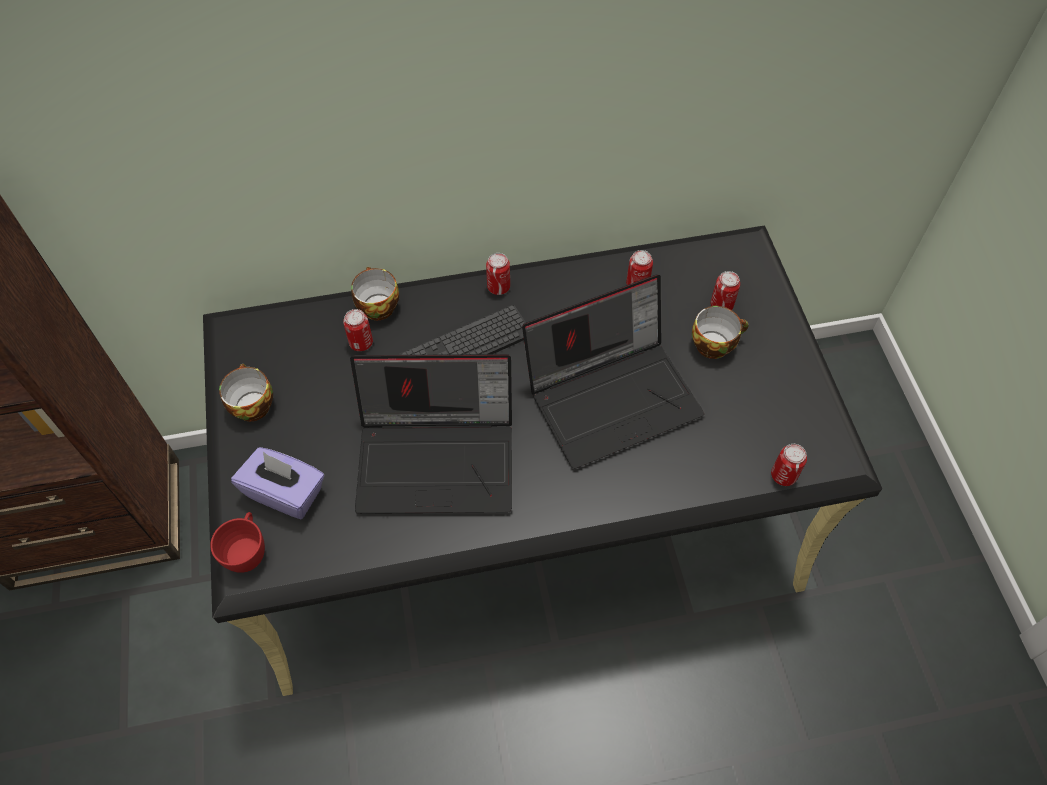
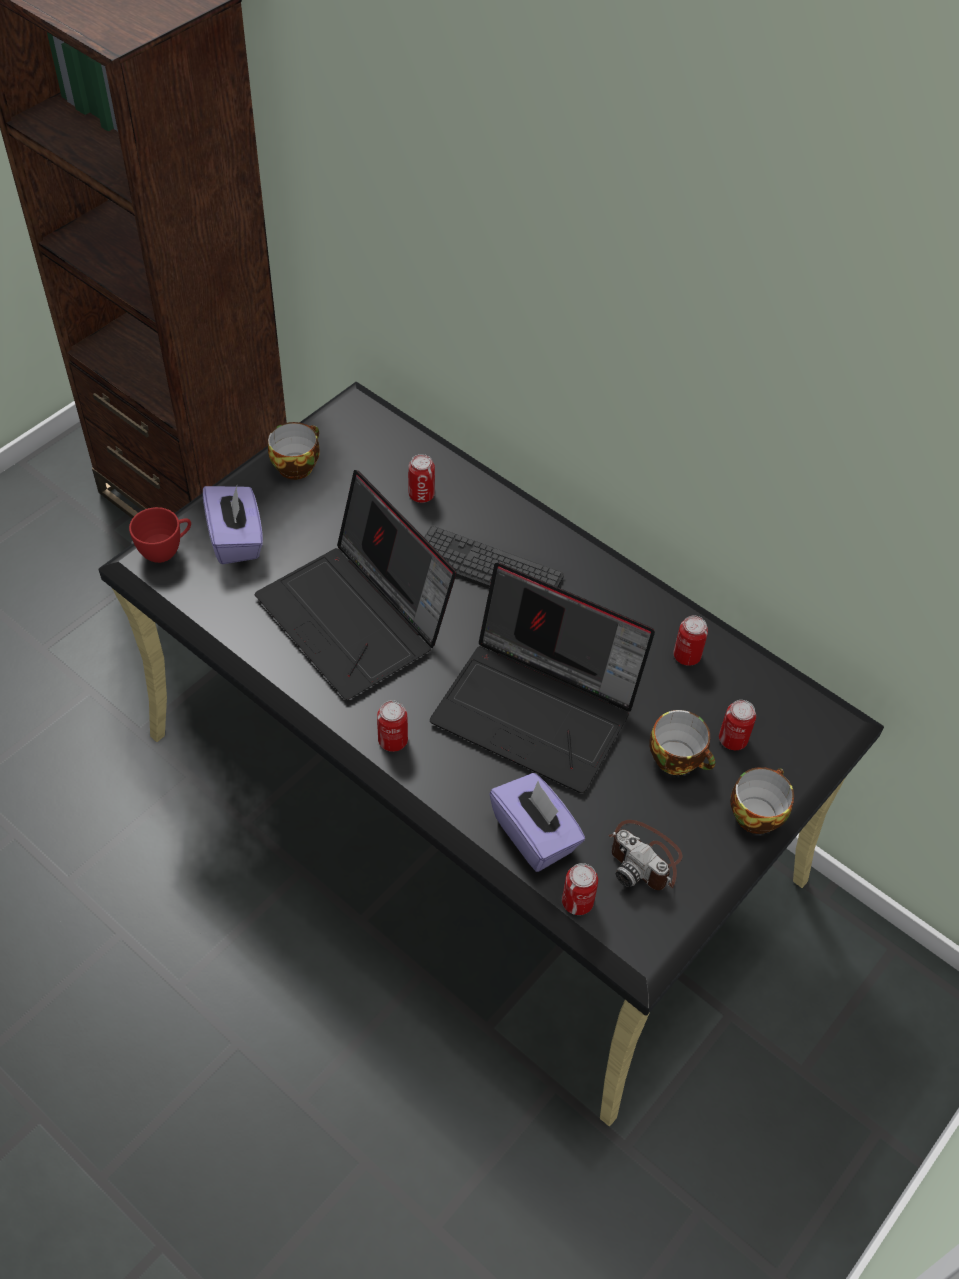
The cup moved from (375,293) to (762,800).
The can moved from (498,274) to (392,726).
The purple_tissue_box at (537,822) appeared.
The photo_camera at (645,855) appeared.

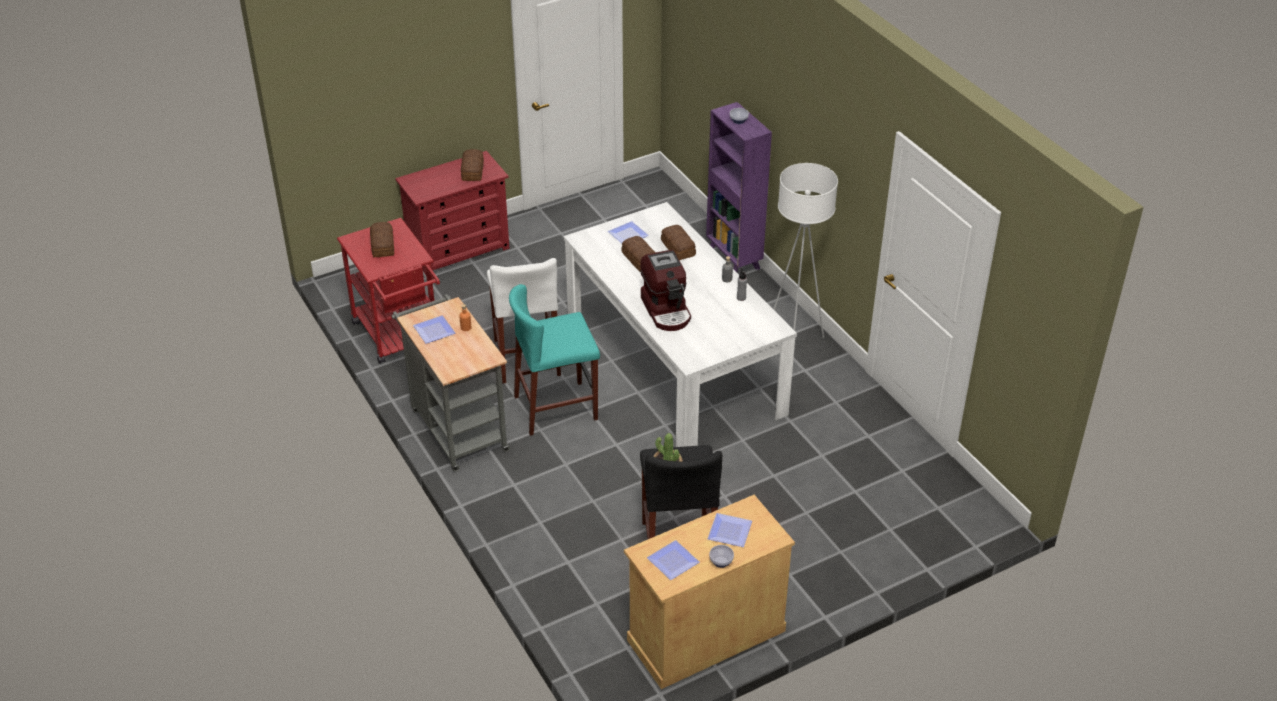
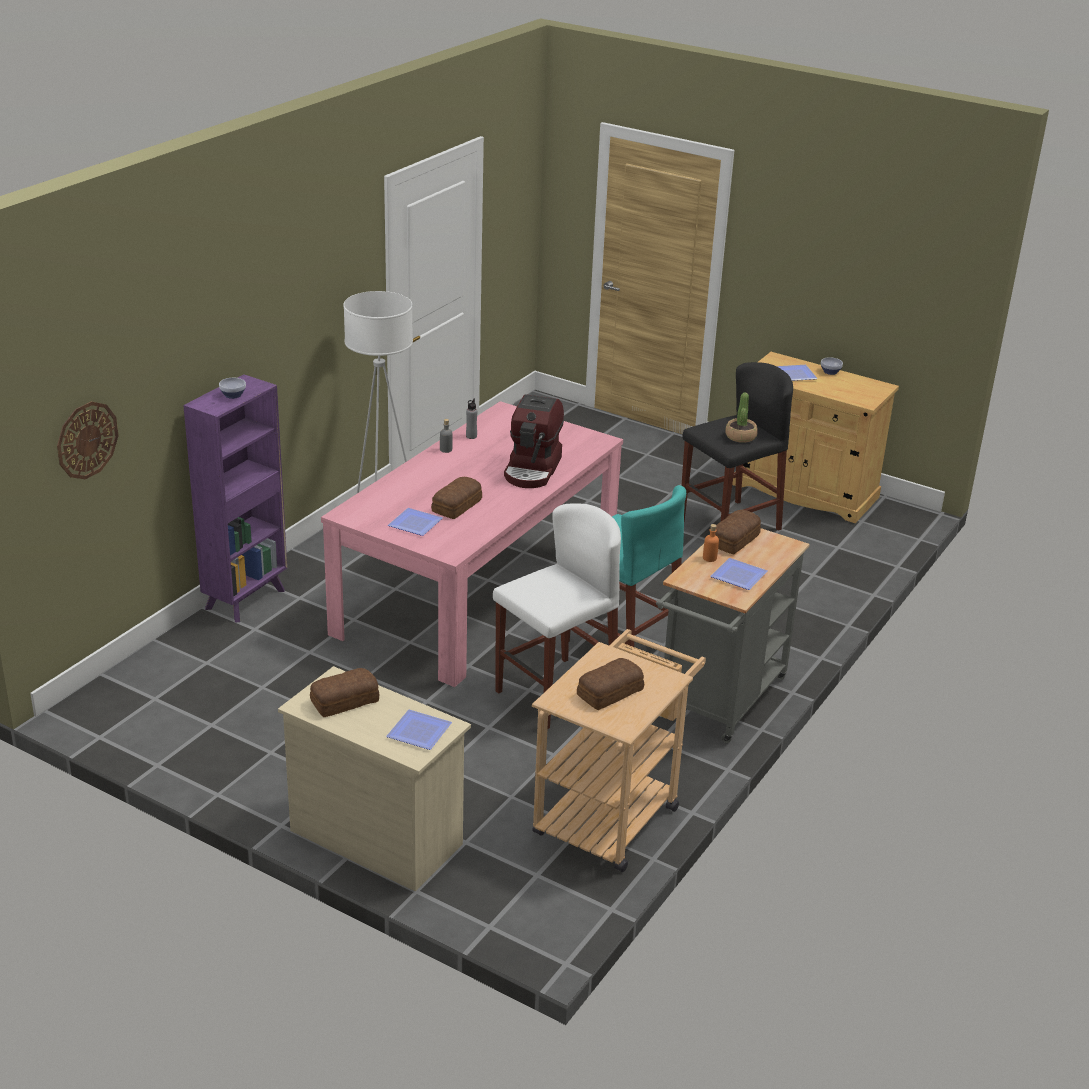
The red_cart at (388,290) became the beige_cart at (619,750).
The red_dresser at (452,213) became the beige_dresser at (374,779).
The white_dining_table at (680,324) became the pink_dining_table at (472,544).
The coffee_machine at (665,290) turned 150 degrees clockwise.
The plate moved from (673,560) to (419,730).
The bread moved from (678,242) to (738,532).
The wall_clock at (87,440) appeared.

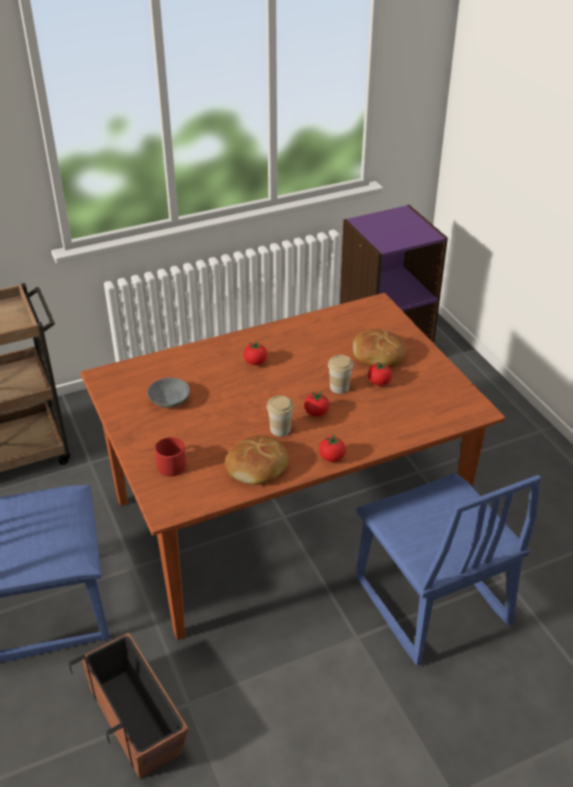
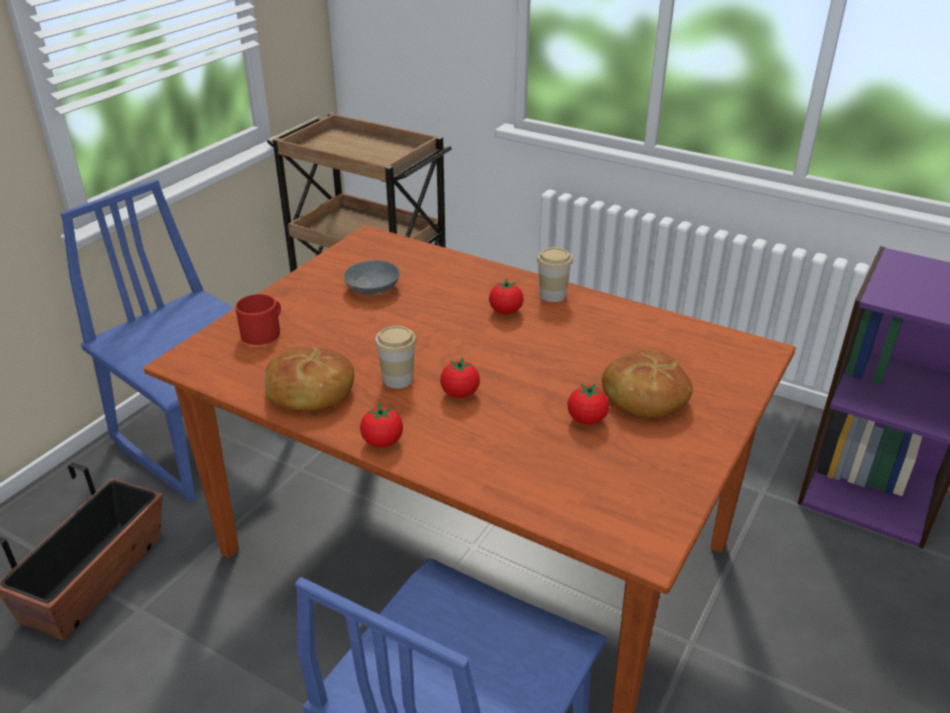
The cup moved from (341,374) to (555,274).

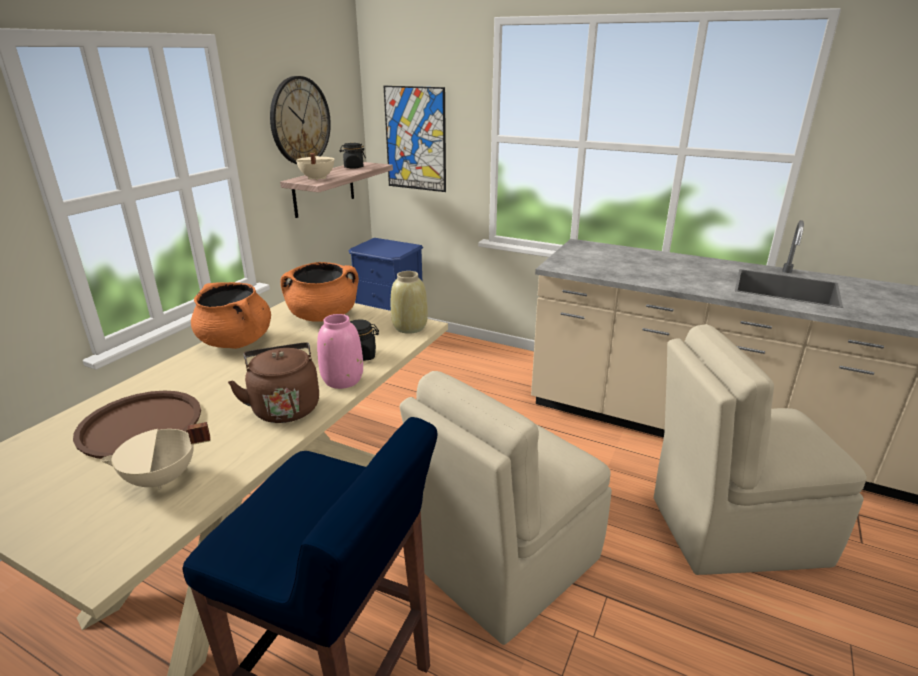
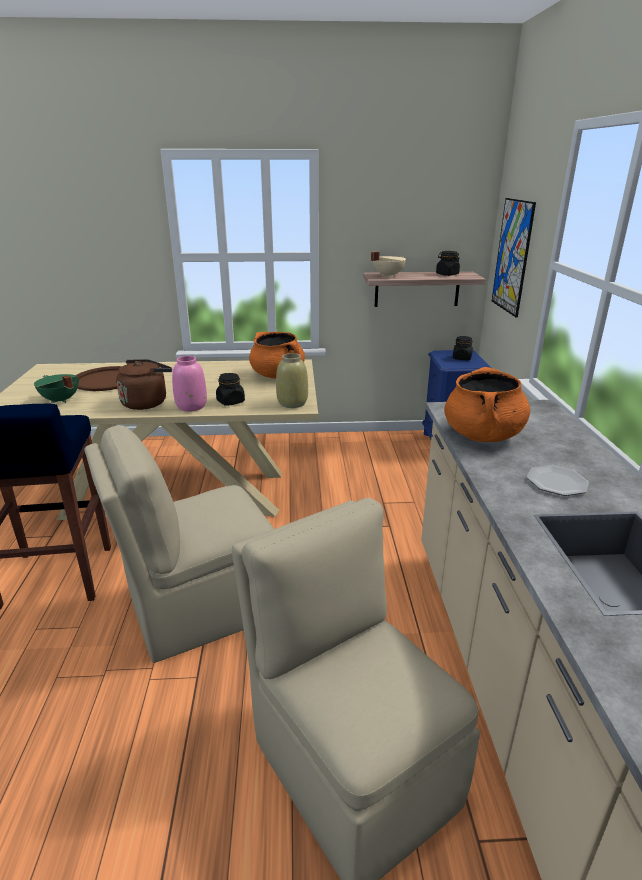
The beige_cooking_pot at (155,456) became the green_cooking_pot at (56,388).
The orange_cooking_pot moved from (231,315) to (487,404).
The wall_clock at (300,120) disappeared.
The beige_chair at (506,508) turned 45 degrees counterclockwise.
The black_jar at (463,348) appeared.
The plate at (558,480) appeared.

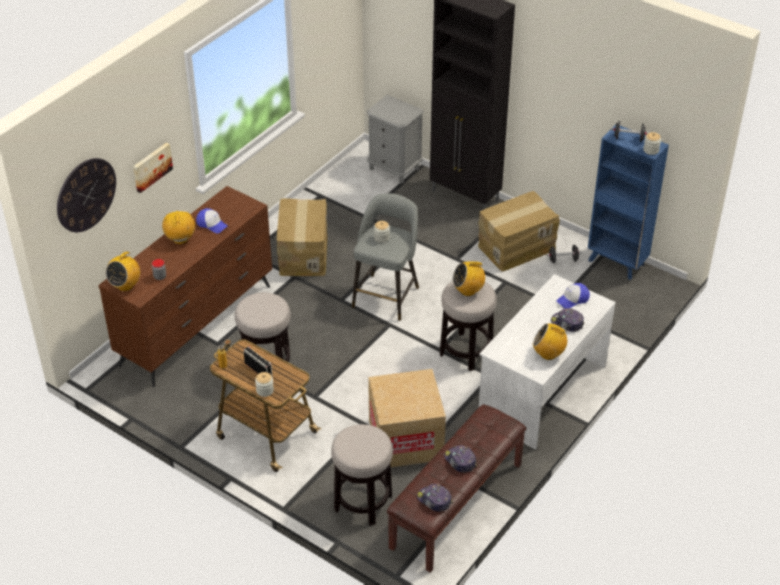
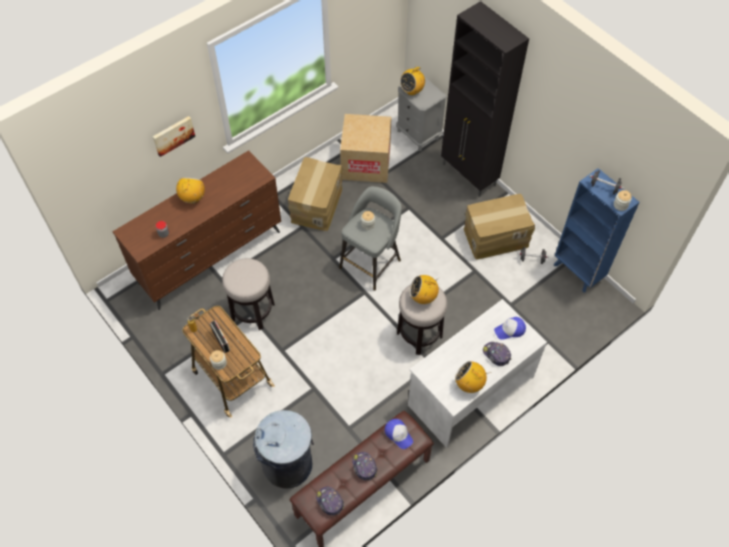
The wall_clock at (86,195) disappeared.
The radio moved from (123,271) to (412,81).
The cap moved from (212,220) to (399,434).
The stool at (362,475) was replaced by the grey_trash_can at (283,449).
The cardboard_box moved from (407,418) to (366,148).

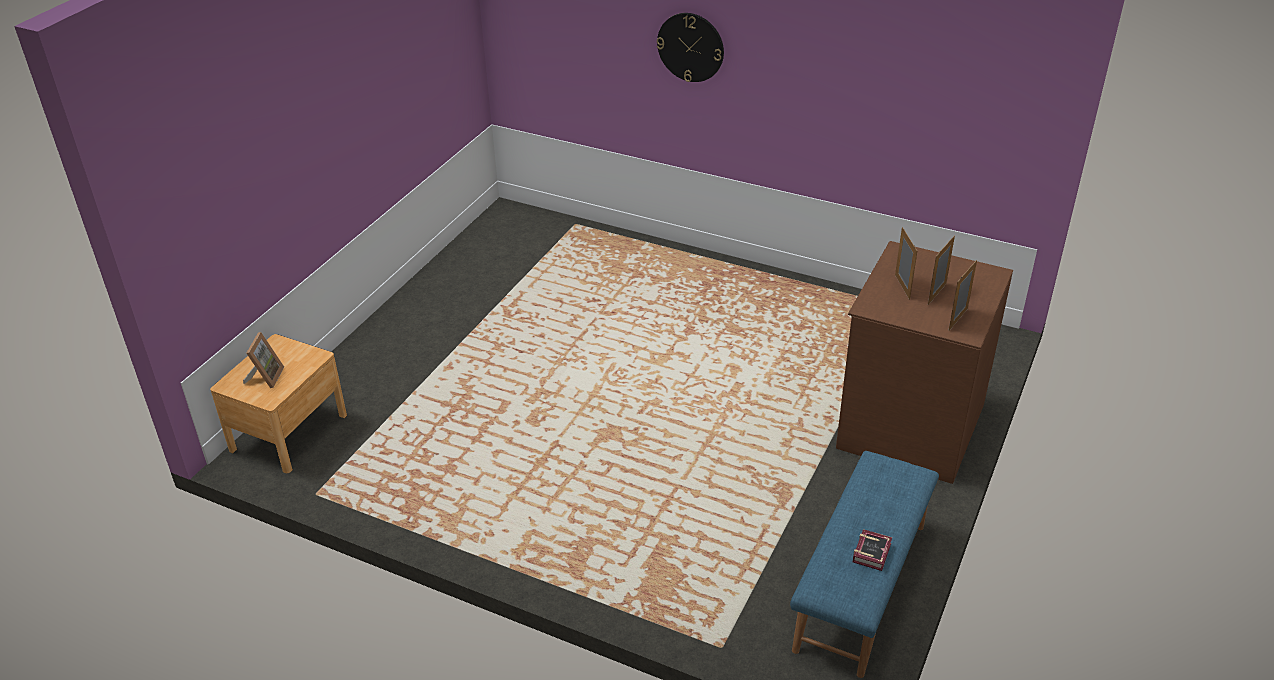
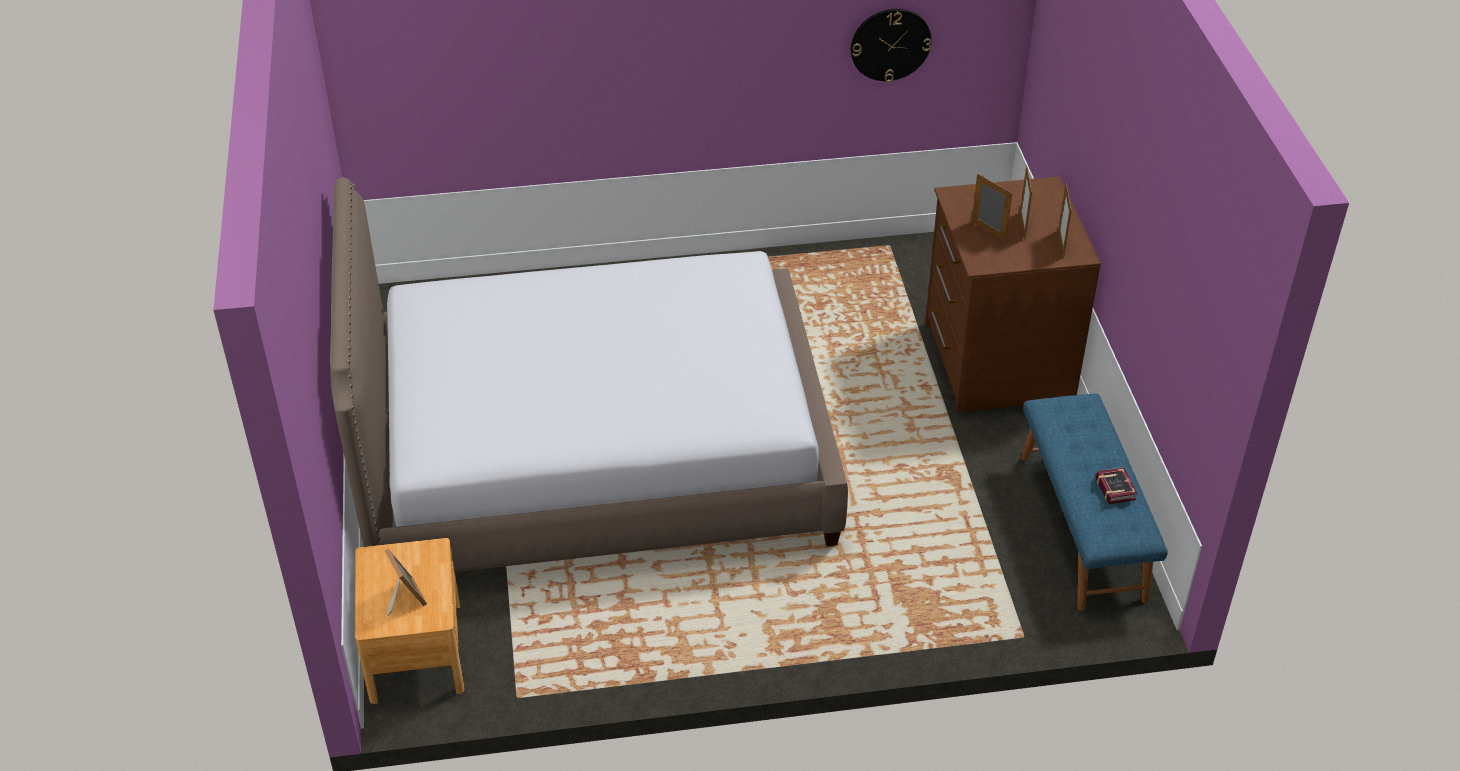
The wall_clock moved from (690,47) to (891,45).
The bed at (589,374) appeared.

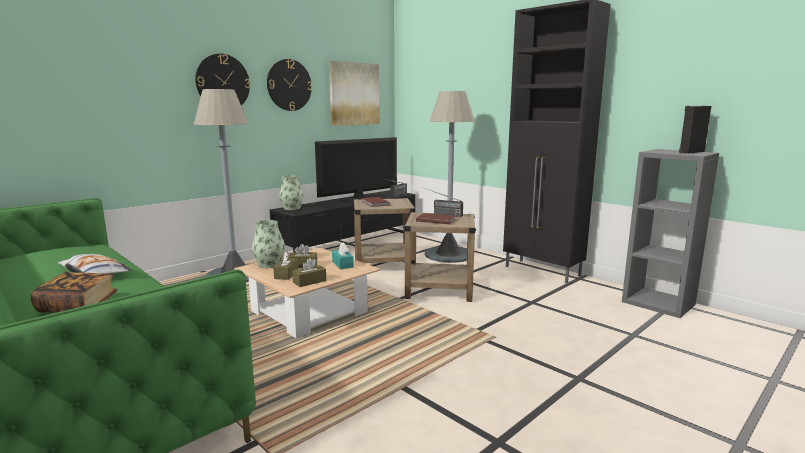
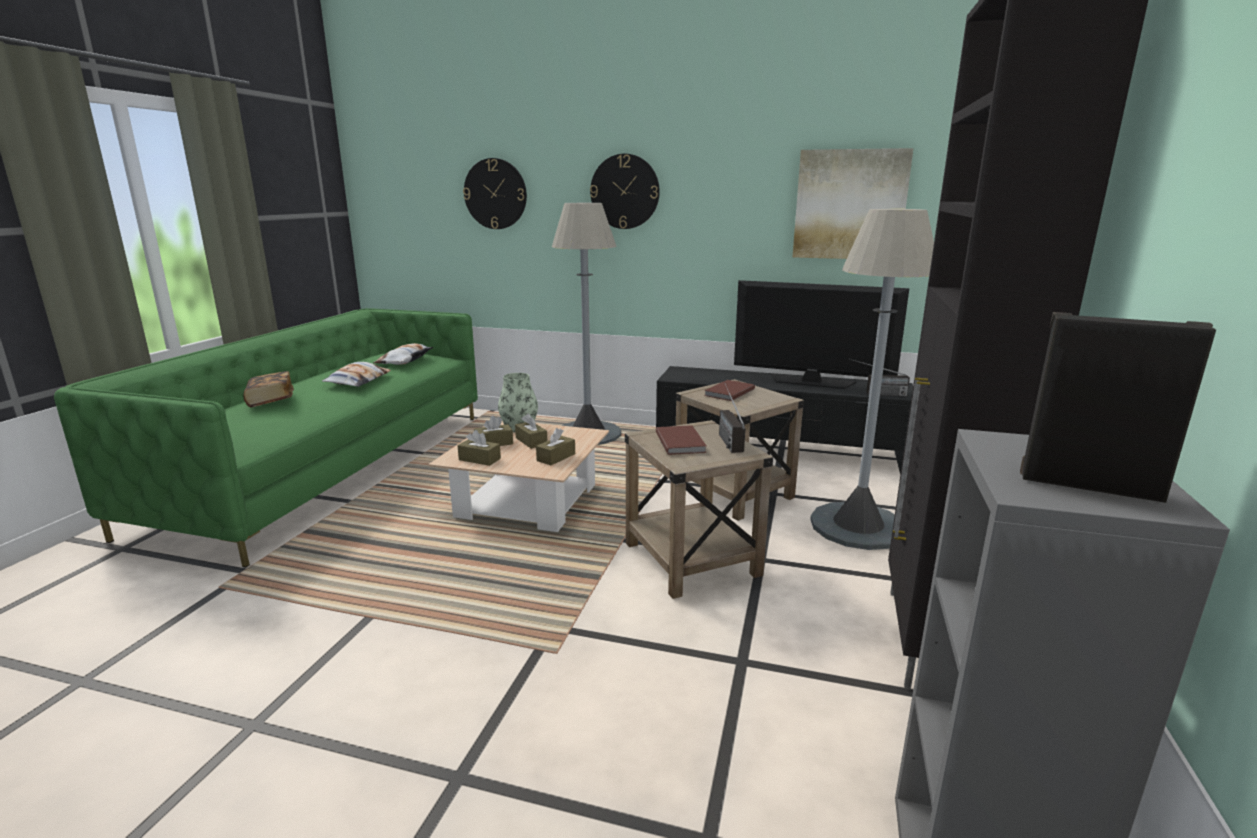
The wall_clock moved from (289,85) to (495,193).
The vase at (291,192) disappeared.
The turquoise_tissue_box at (343,256) became the brown_tissue_box at (555,446).
The pillow at (403,354) appeared.

